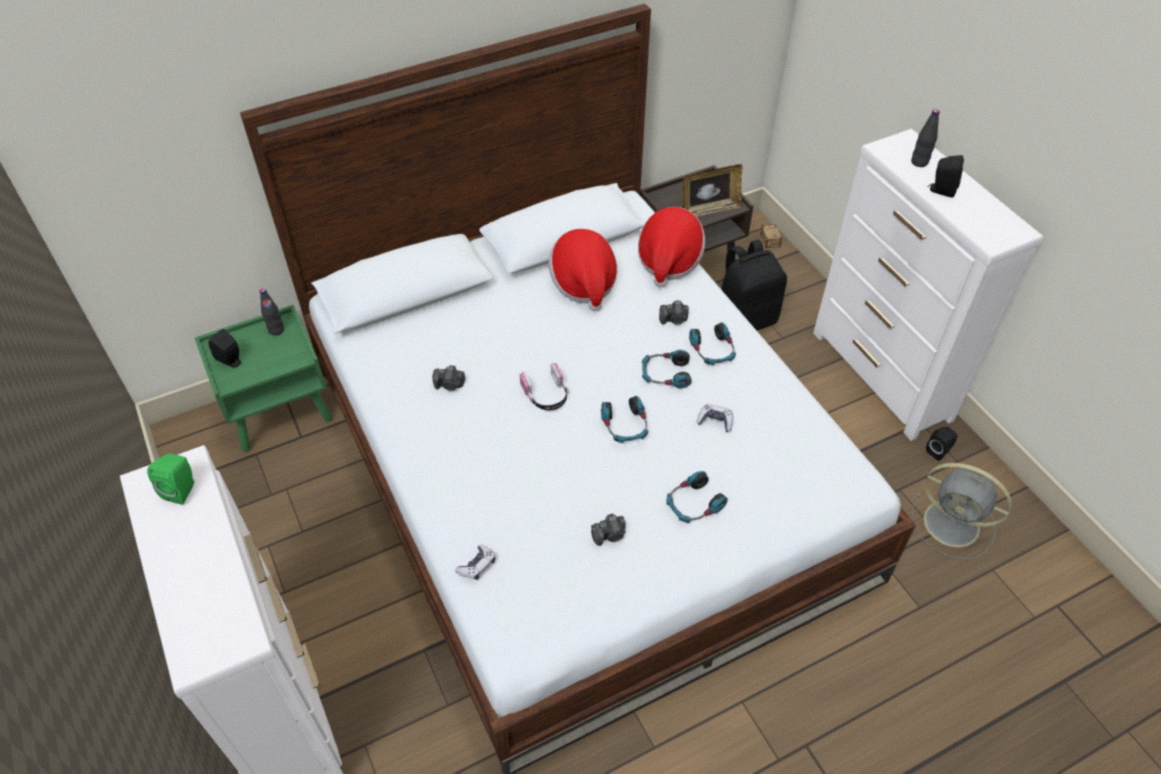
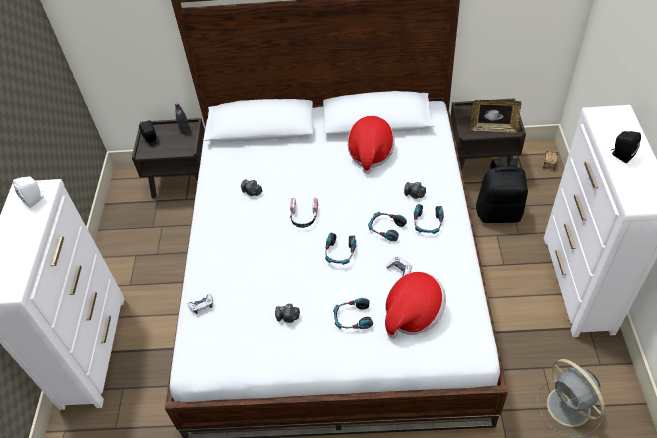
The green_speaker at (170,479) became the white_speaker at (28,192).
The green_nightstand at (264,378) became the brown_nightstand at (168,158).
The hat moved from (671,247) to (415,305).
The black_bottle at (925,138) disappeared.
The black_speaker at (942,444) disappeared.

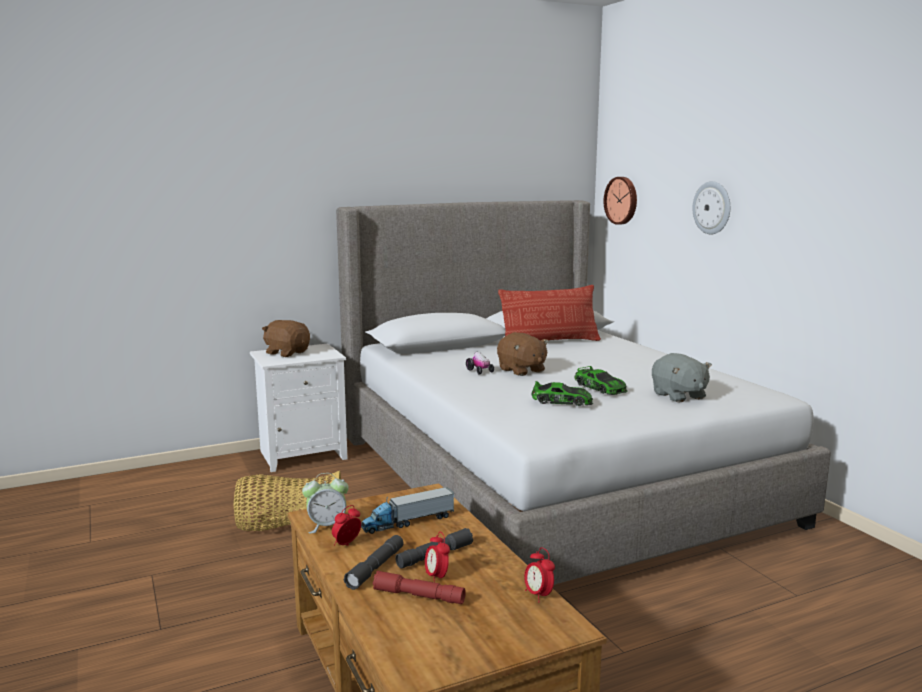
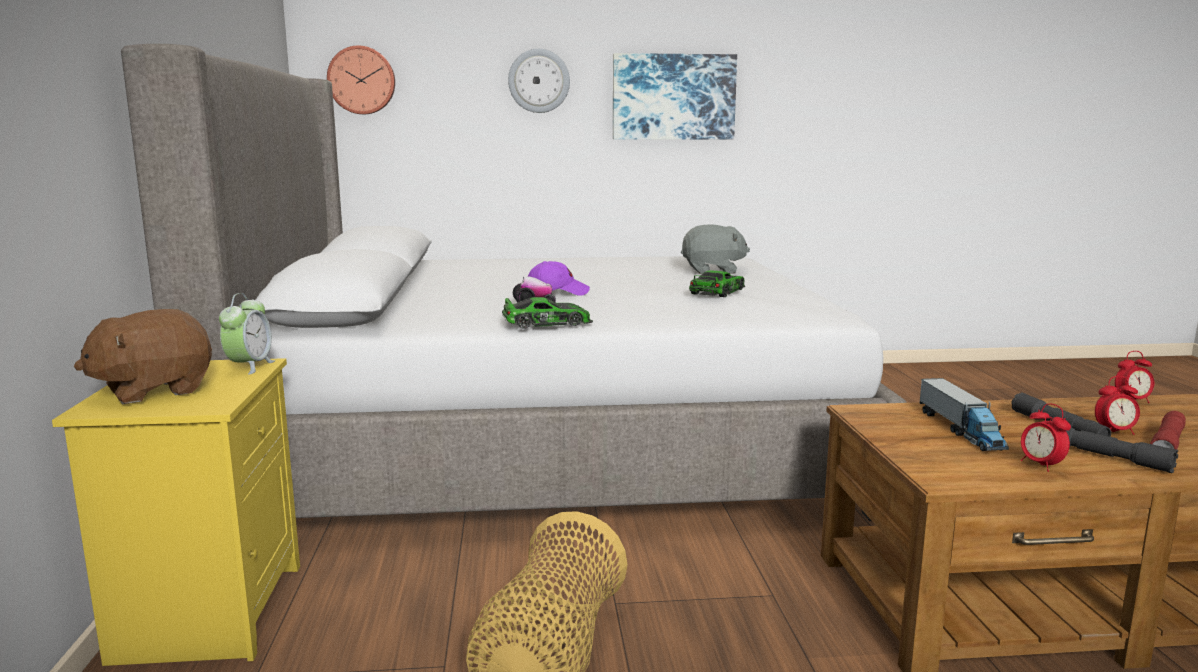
The white_nightstand at (299,408) became the yellow_nightstand at (176,512).
The alarm_clock moved from (325,503) to (247,334).
The brown_plush_toy at (523,354) was replaced by the purple_cap at (559,278).
The pillow at (549,313) disappeared.
The toy_car moved from (601,380) to (547,313).
The picture at (675,96) appeared.

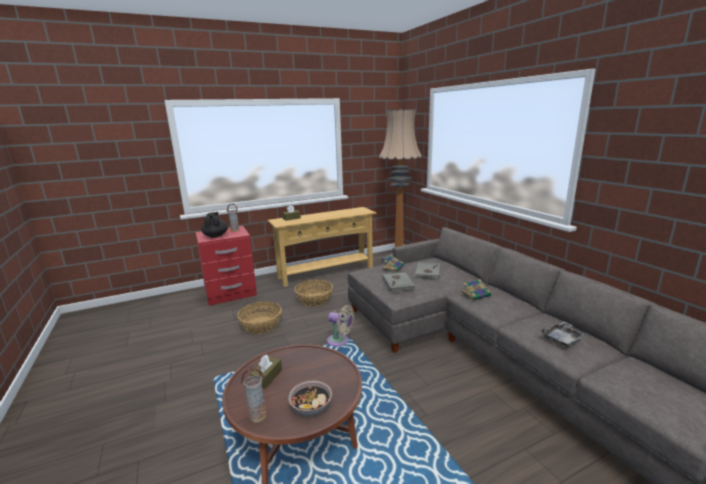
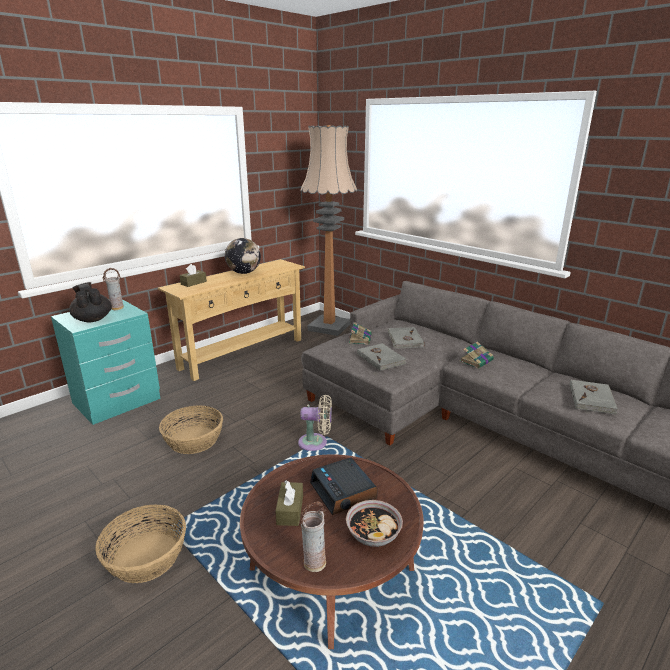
The red_nightstand at (226,266) became the turquoise_nightstand at (105,362).
The basket moved from (314,292) to (140,543).
The grey_tray at (564,334) was replaced by the grey_book at (594,397).
The globe at (243,256) appeared.
The alarm_clock at (344,486) appeared.

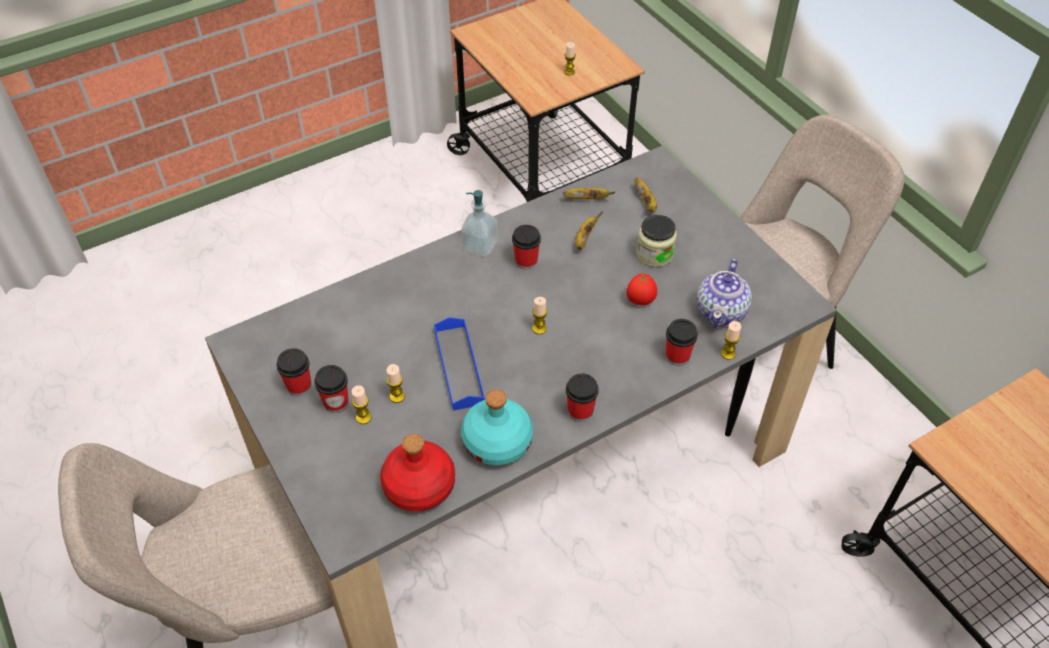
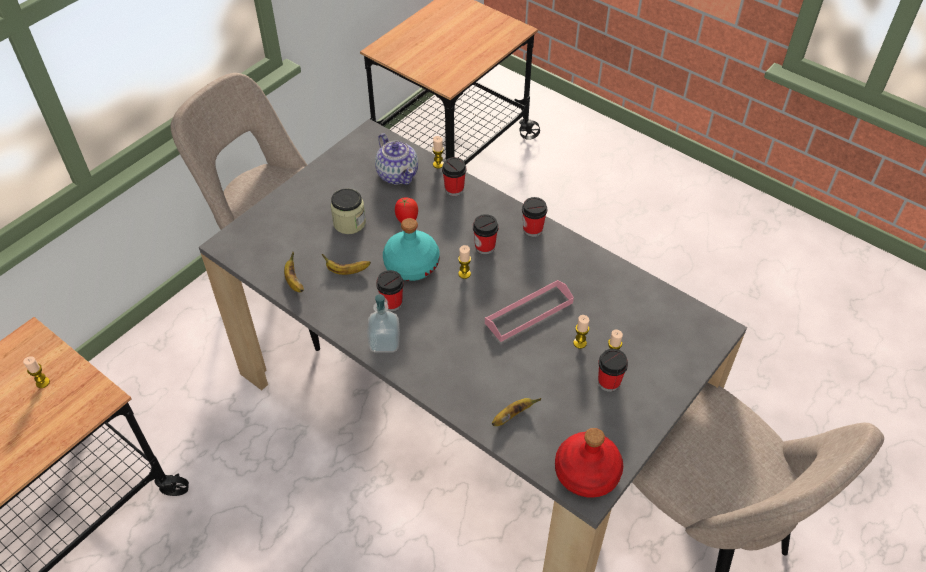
The cup moved from (293,372) to (486,234).
The red_bottle moved from (417,472) to (589,463).
The blue_tray at (459,364) became the pink_tray at (529,311).
The turquoise_bottle moved from (497,427) to (411,249).
The banana moved from (646,195) to (516,412).
The teapot at (724,293) turned 60 degrees clockwise.

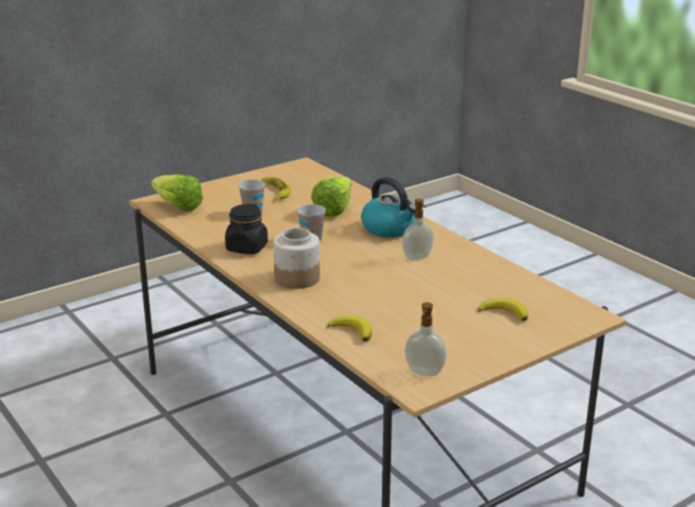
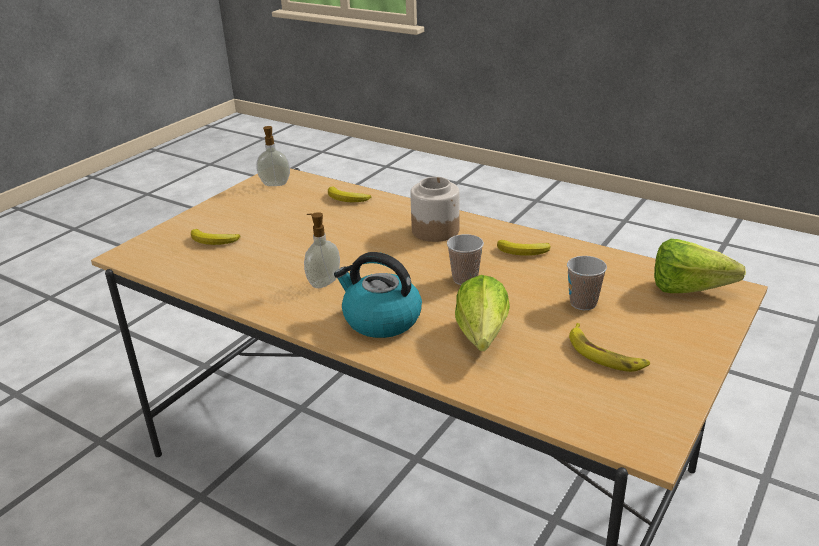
The black_jar at (246,229) was replaced by the banana at (524,248).

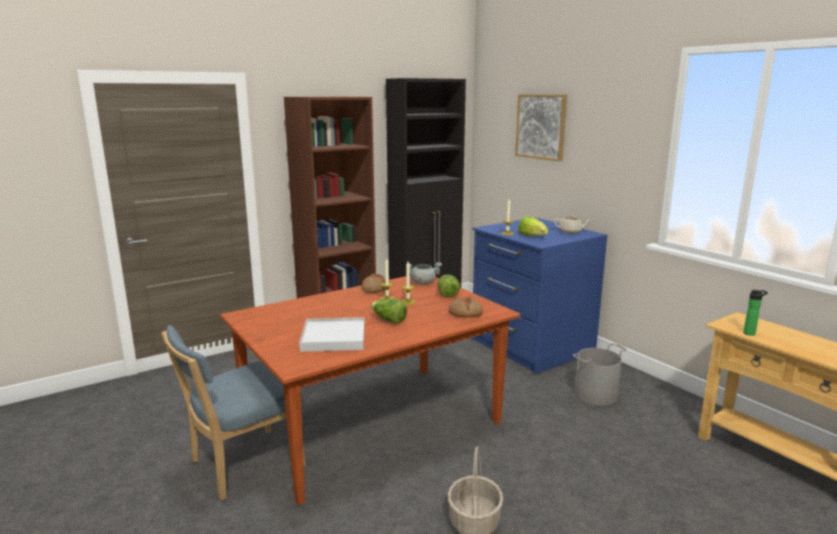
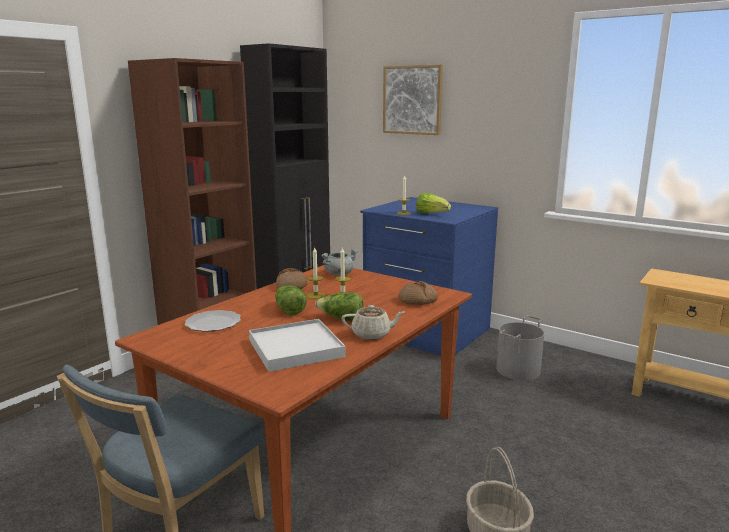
The lettuce moved from (448,285) to (291,300).
The beige_teapot moved from (572,224) to (373,322).
The bottle at (755,313) disappeared.
The plate at (213,321) appeared.

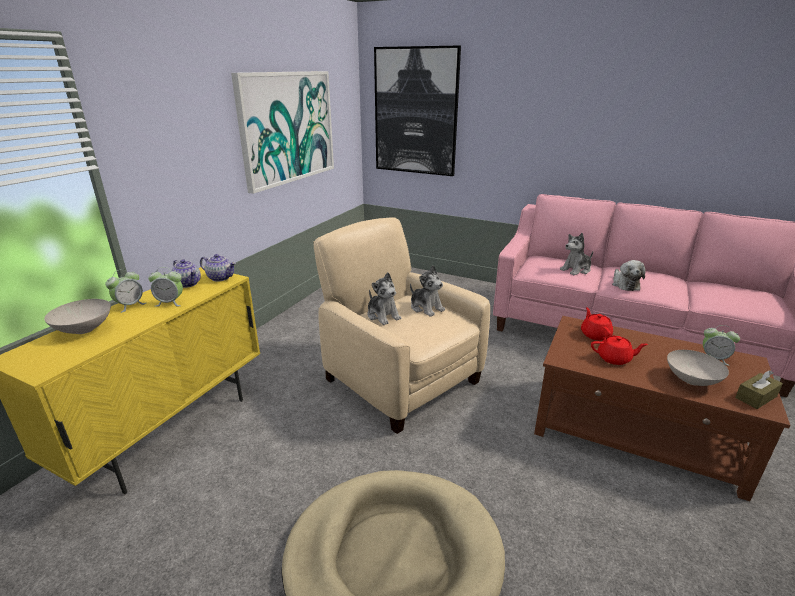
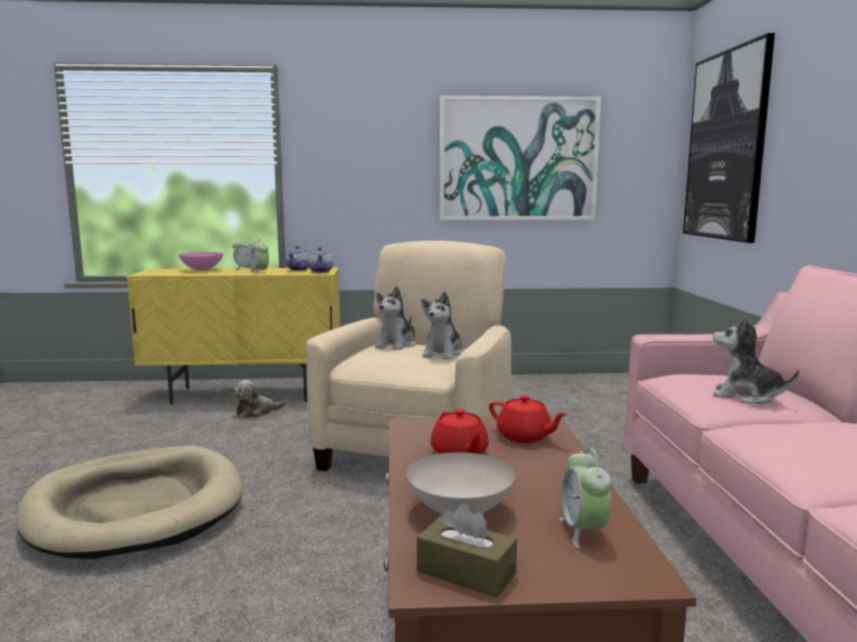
The white_bowl at (77,316) became the pink_bowl at (201,261).
The red_teapot at (597,323) turned 75 degrees clockwise.
The plush_toy moved from (629,275) to (259,399).

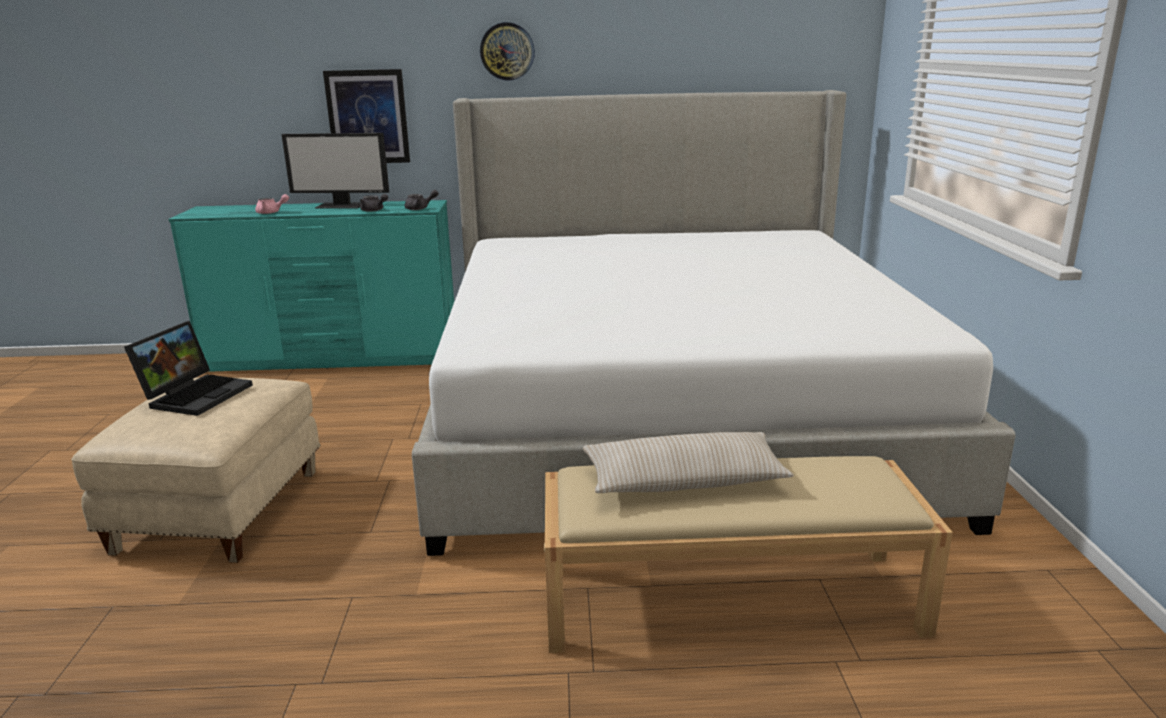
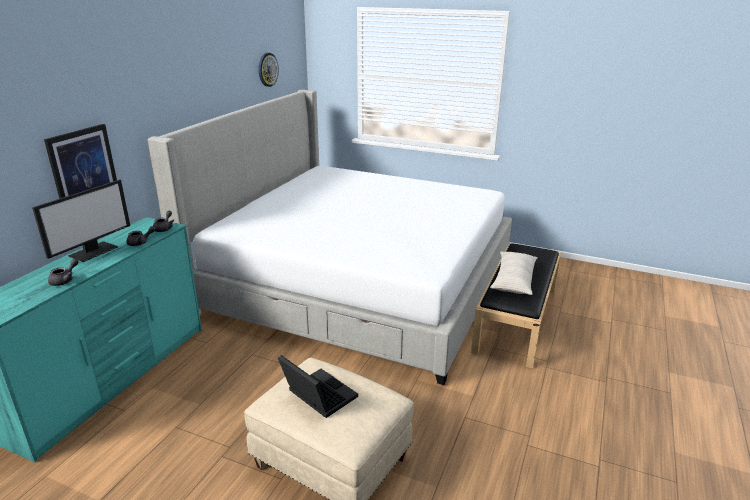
The pink_teapot at (272,204) became the grey_teapot at (63,272).
The wall_clock moved from (507,51) to (268,70).
The beige_bench at (748,554) became the black_bench at (516,305).

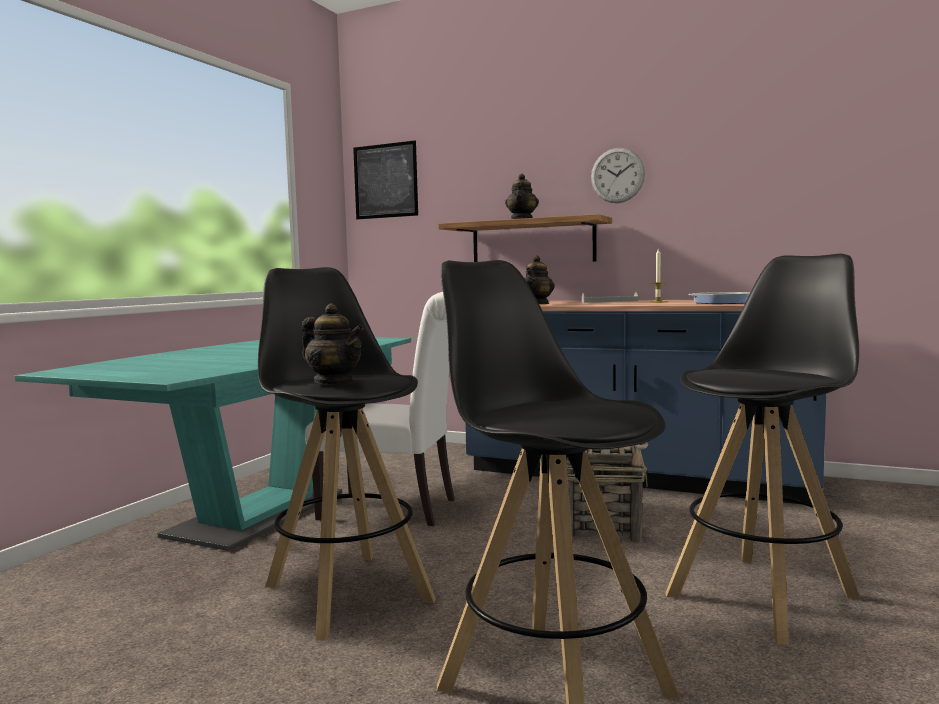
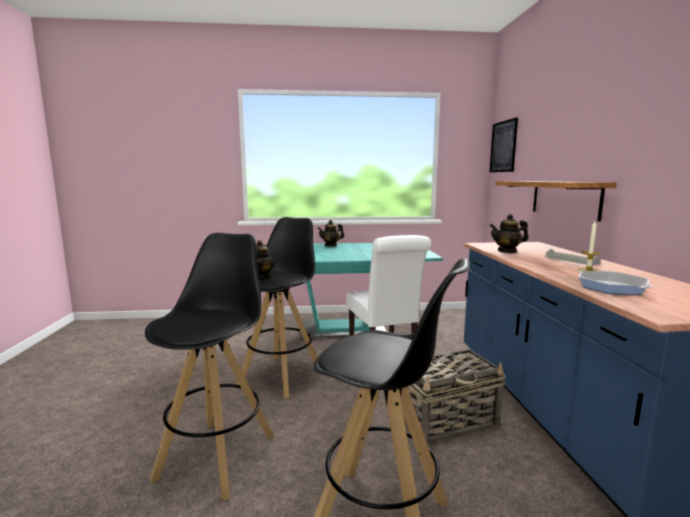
The teapot moved from (522,196) to (330,233).
The wall_clock at (618,175) disappeared.

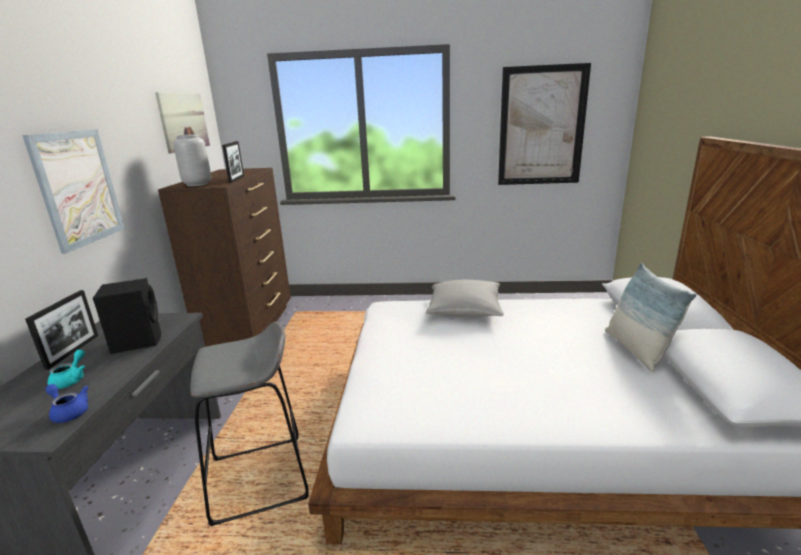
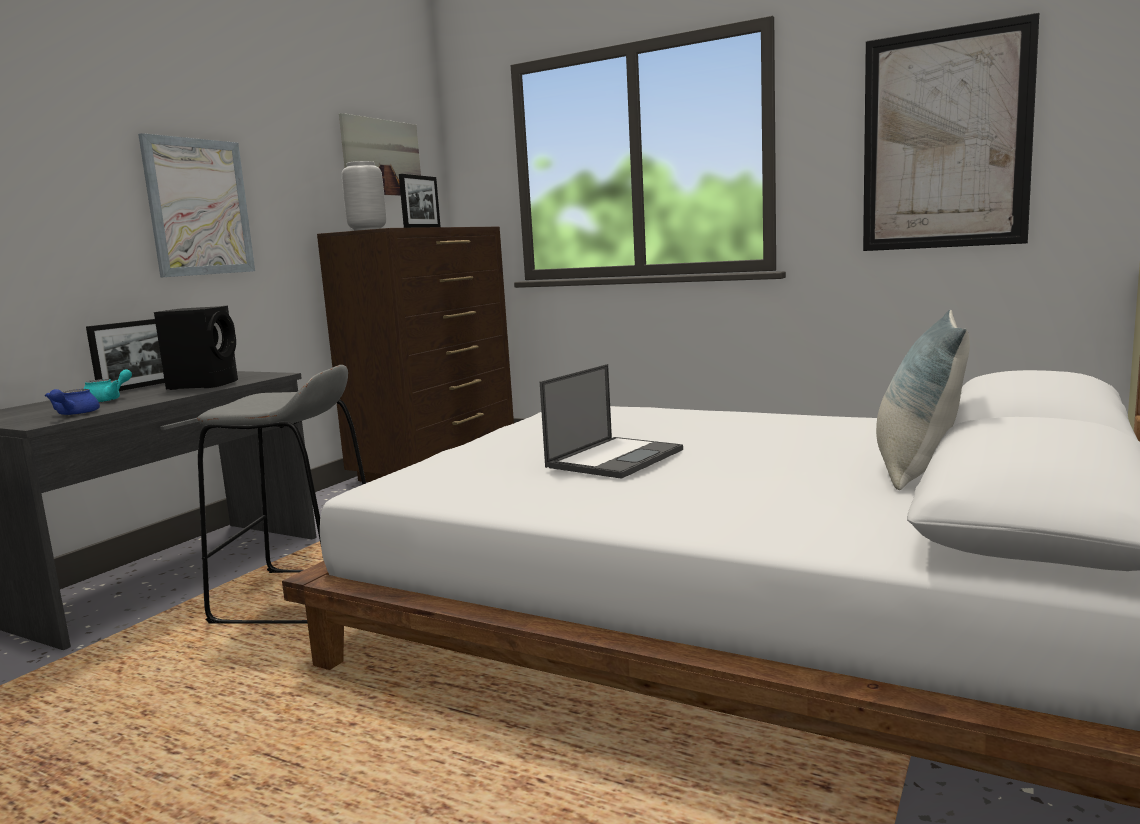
The blue_teapot at (66,403) turned 150 degrees counterclockwise.
The grey_pillow at (465,299) disappeared.
The laptop at (611,421) appeared.

